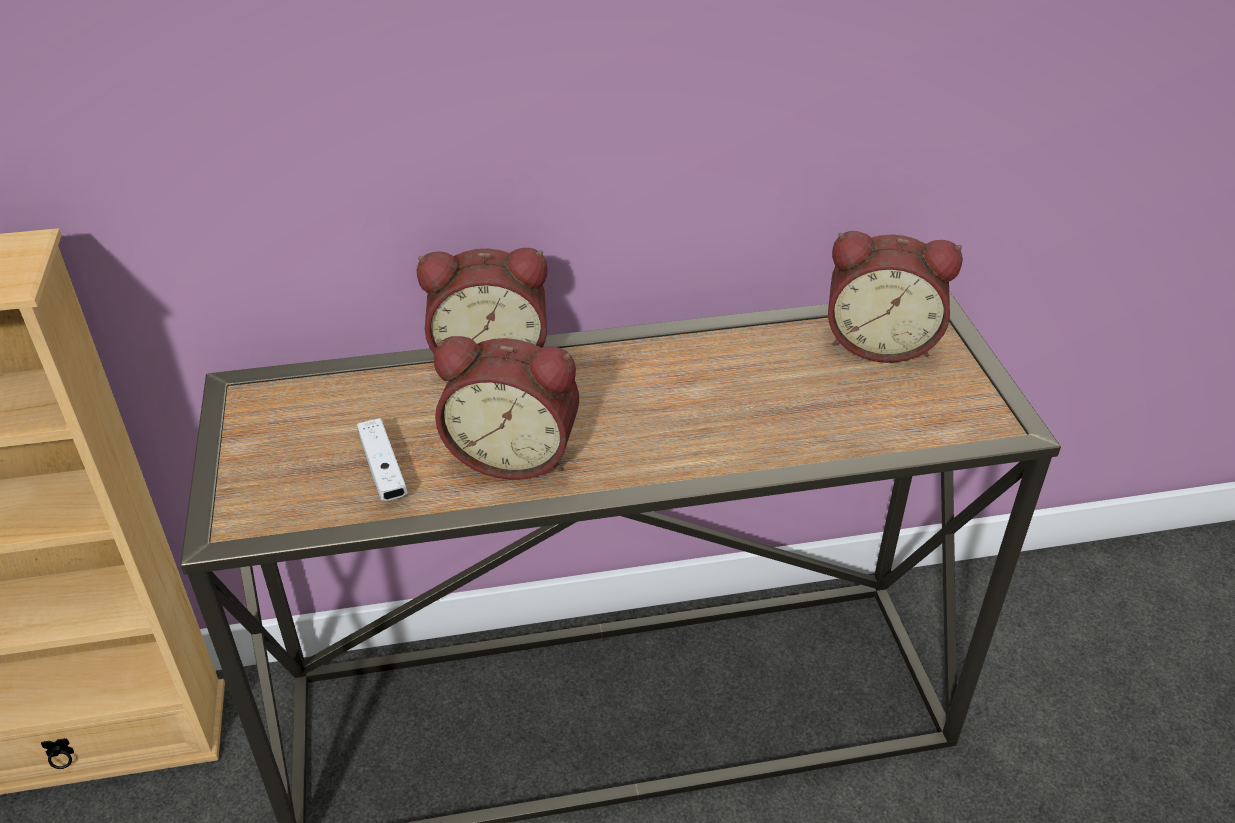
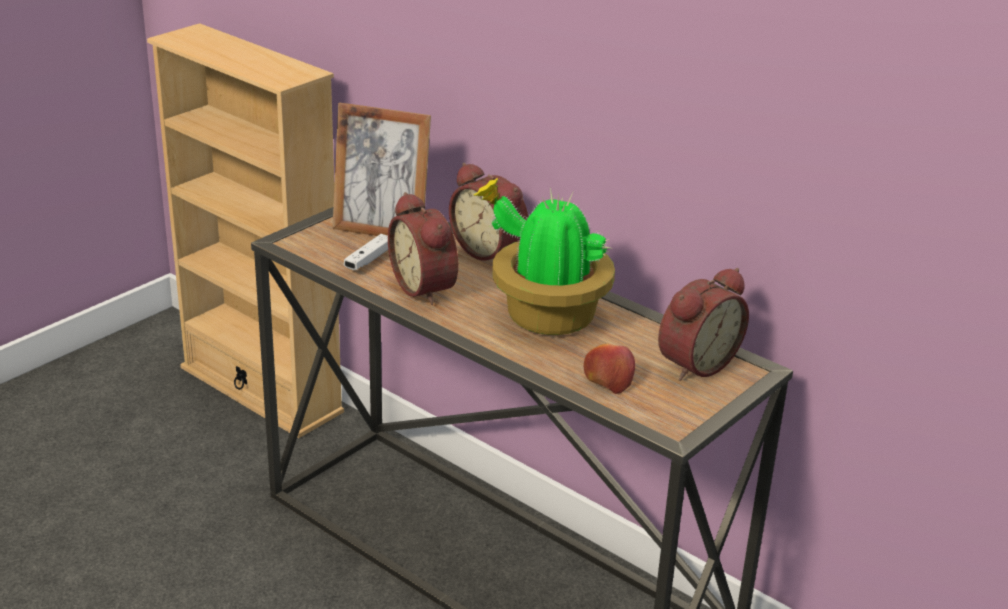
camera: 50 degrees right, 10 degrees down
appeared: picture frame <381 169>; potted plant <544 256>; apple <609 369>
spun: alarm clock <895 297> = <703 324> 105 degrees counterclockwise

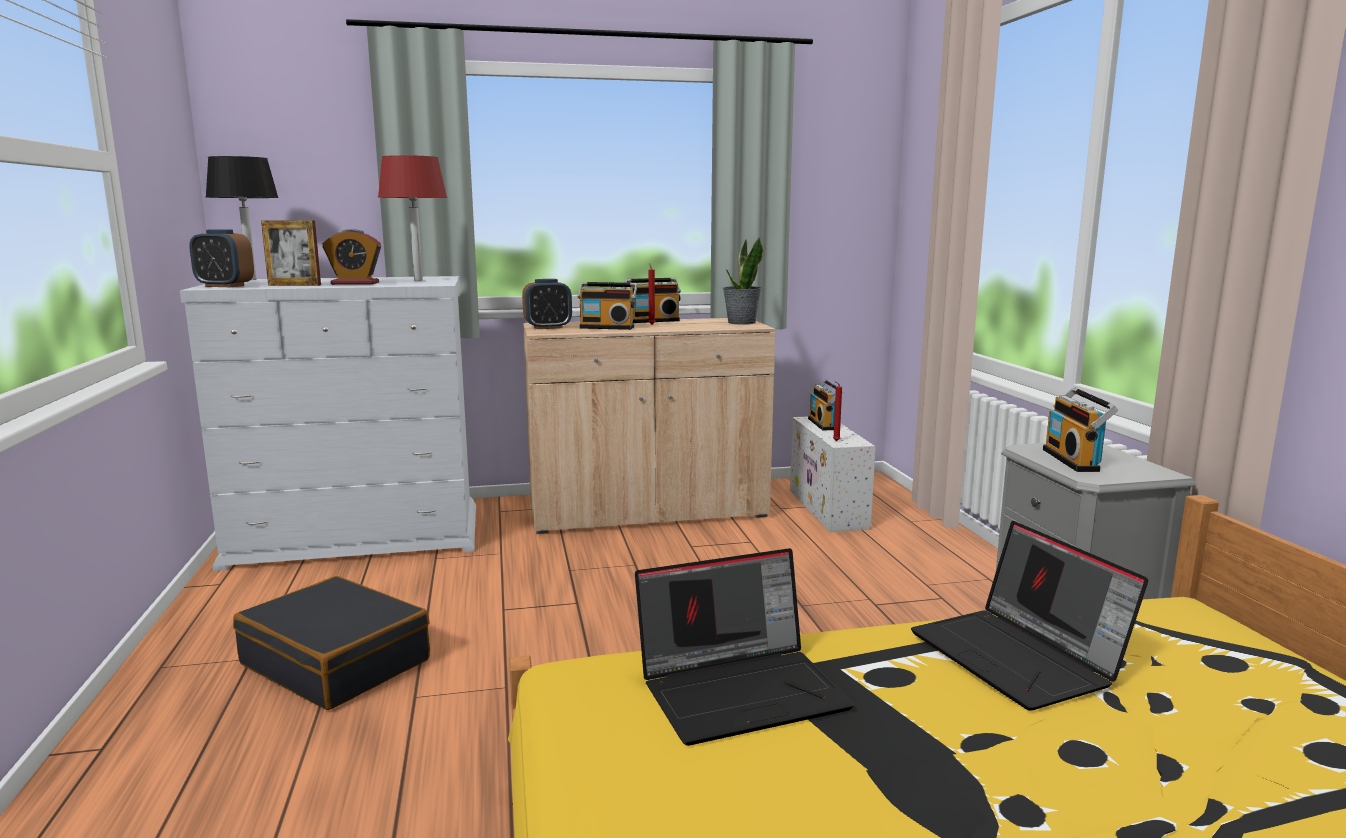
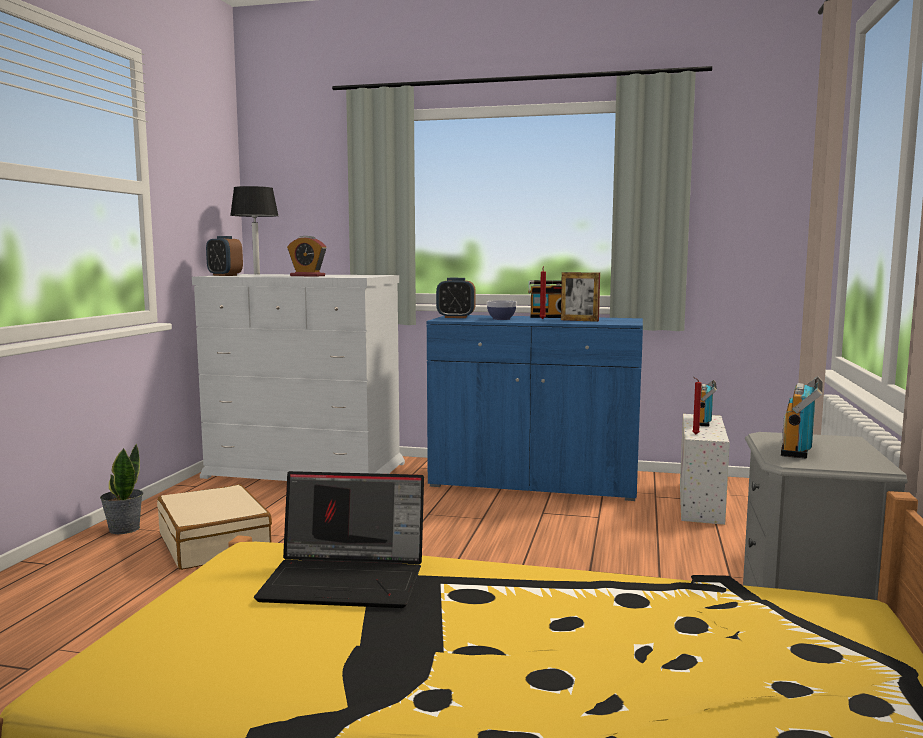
camera: 25 degrees right, 5 degrees down
missing: table lamp/red <412 218>; laptop <1029 616>
relocated: potted plant <743 281> to <121 489>; picture frame <291 253> to <580 297>
exchanged: radio <607 306> to bowl <502 310>
colour: suitcase/black <331 643> to suitcase/beige <214 527>; cabinet/beige <649 426> to cabinet/blue <535 408>

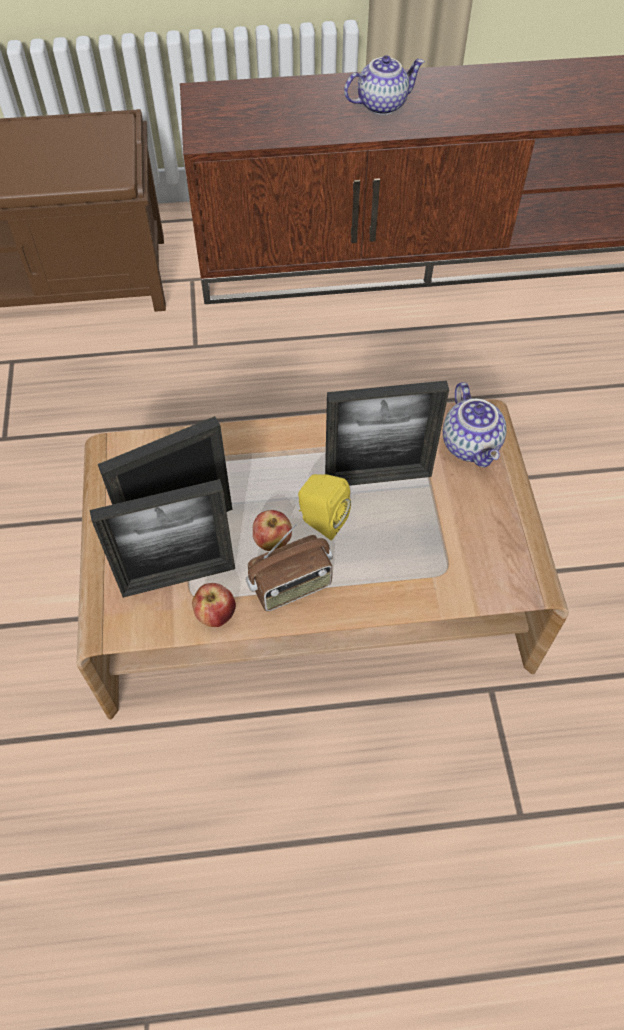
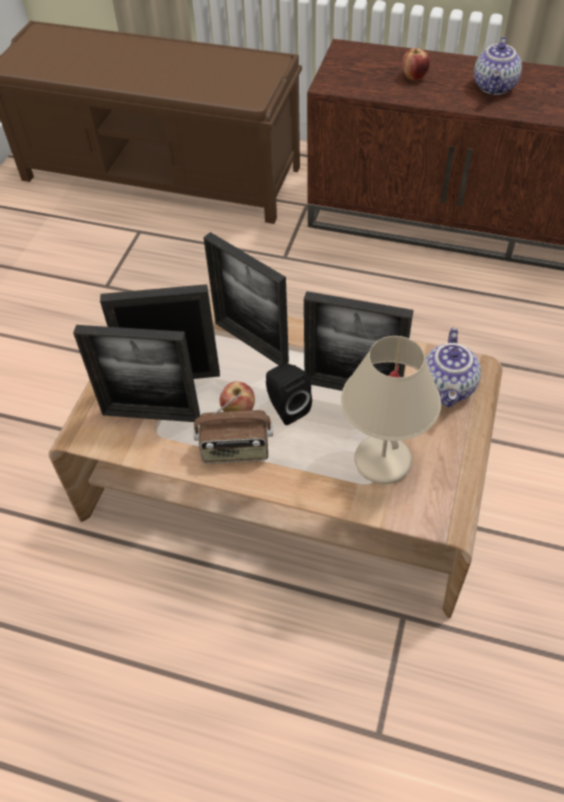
camera: 25 degrees right, 5 degrees down
appeared: picture frame <246 298>; table lamp/beige <391 410>
relocated: apple <214 605> to <416 64>
colour: speaker/yellow <324 507> to speaker/black <289 394>
spun: teapot <384 85> = <498 65> 105 degrees clockwise

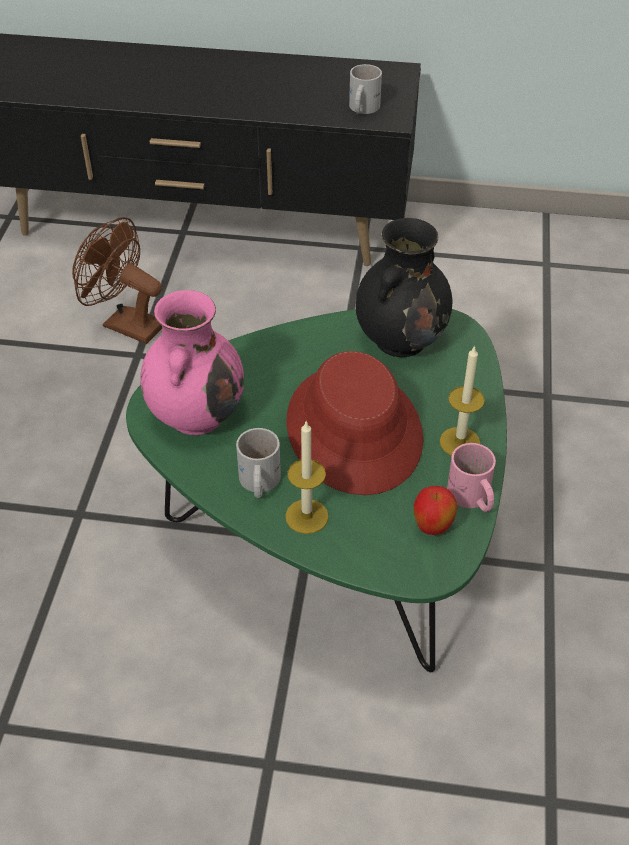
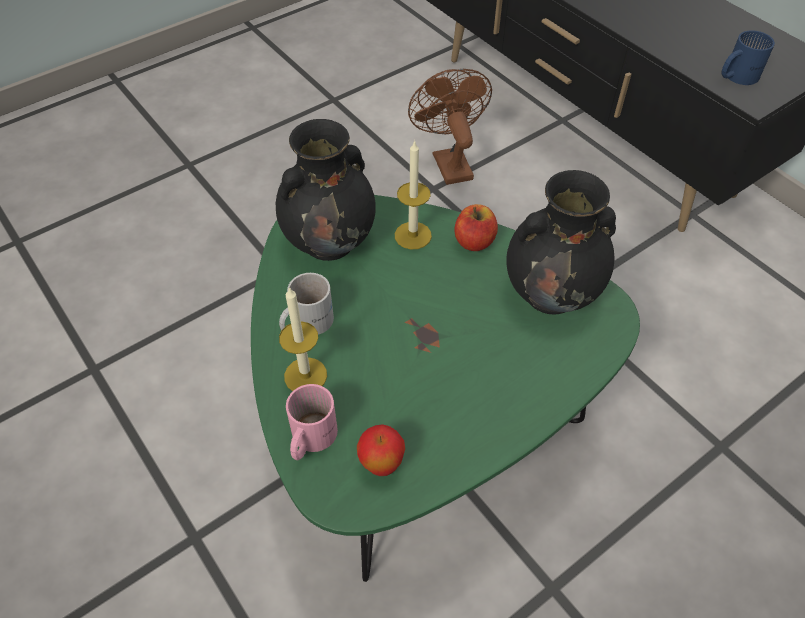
camera: 45 degrees right, 5 degrees up
missing: hat/red <355 423>
appeared: apple <476 227>
relocated: mug/pink <471 477> to <312 422>; candle <462 400> to <413 194>
colour: vase/pink <192 362> to vase/black <326 190>; mug/white <365 89> to mug/blue <748 57>

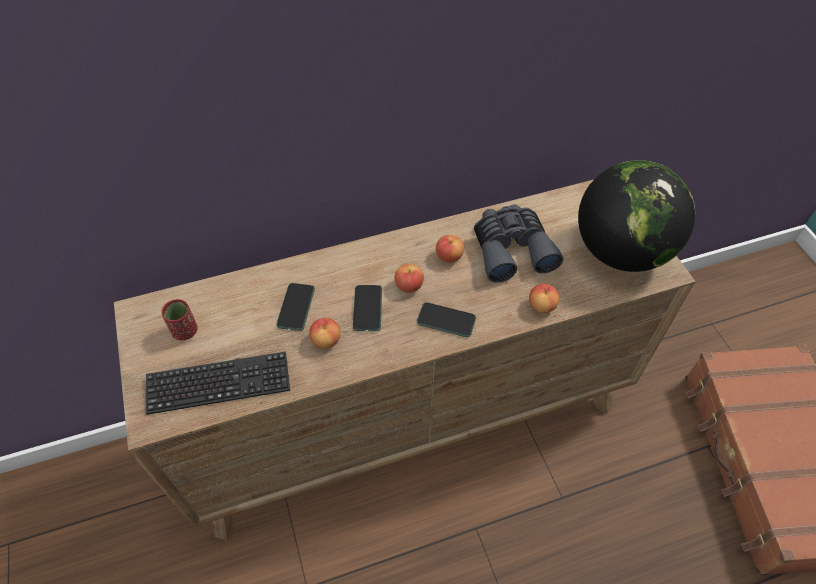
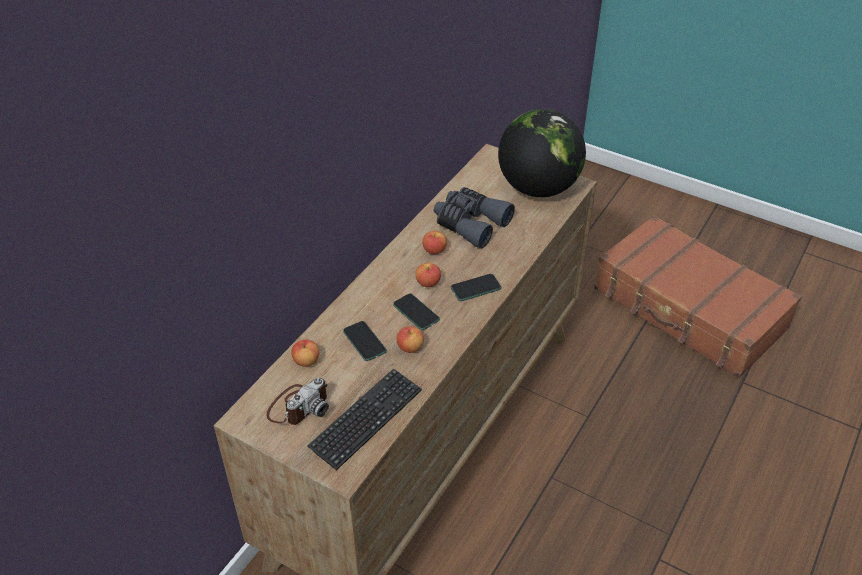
camera: 40 degrees left, 10 degrees down
relocated: apple <544 298> to <305 353>
exchanged: cup/red <180 319> to photo camera <297 401>

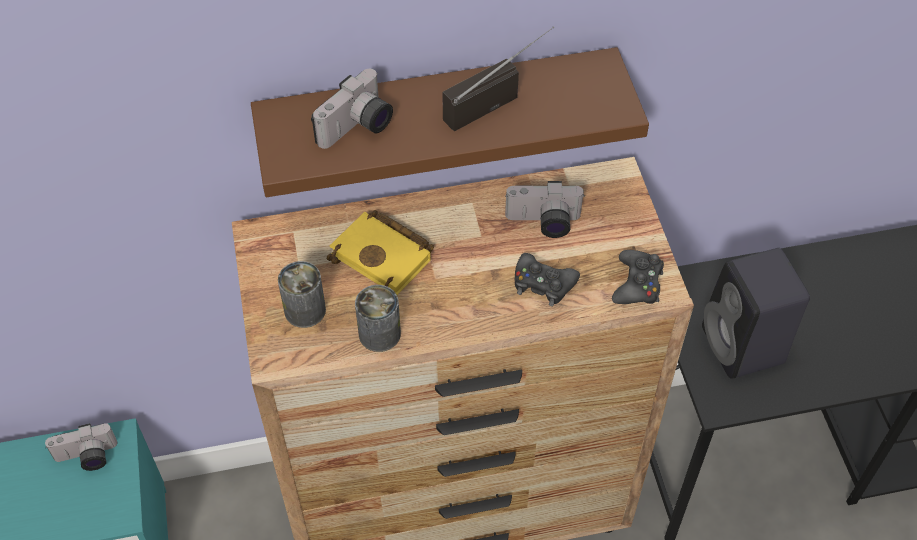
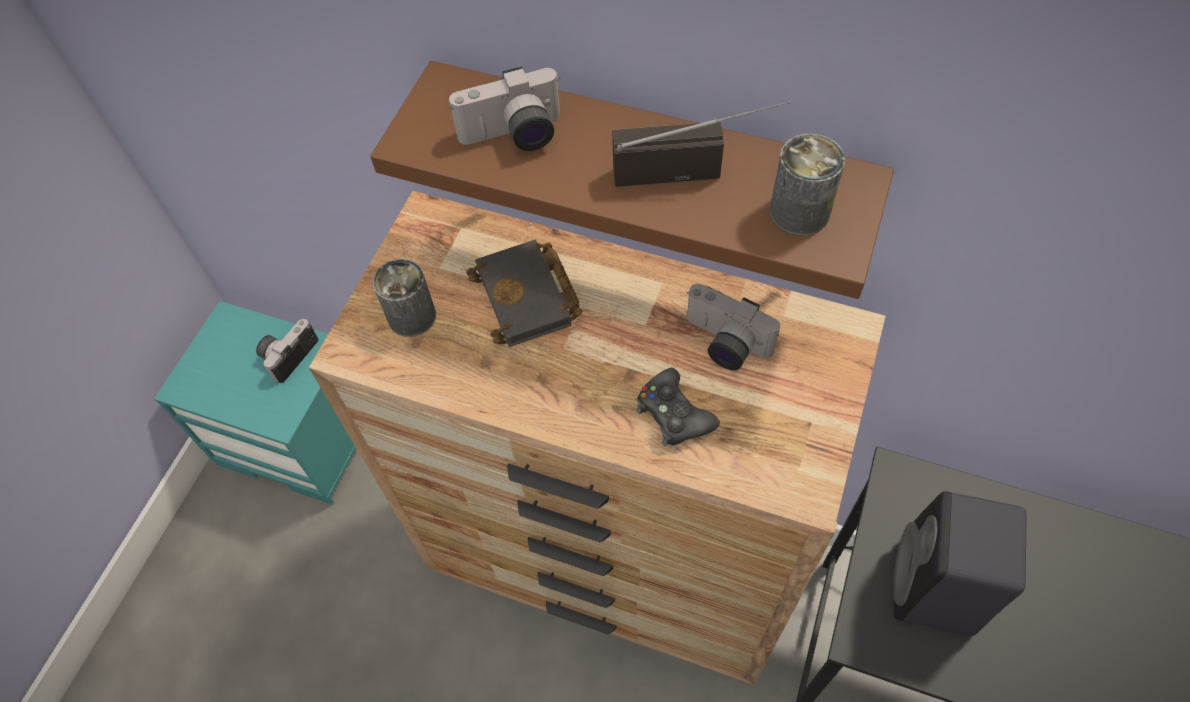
camera: 35 degrees right, 5 degrees up
missing: game controller/black <638 277>
relocated: can <378 318> to <807 185>
colour: book/yellow <380 252> to book/black <524 293>
spun: photo camera <81 447> = <287 351> 105 degrees clockwise

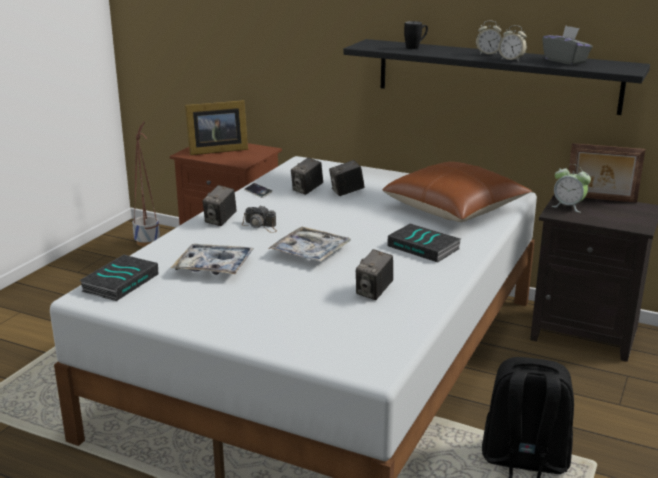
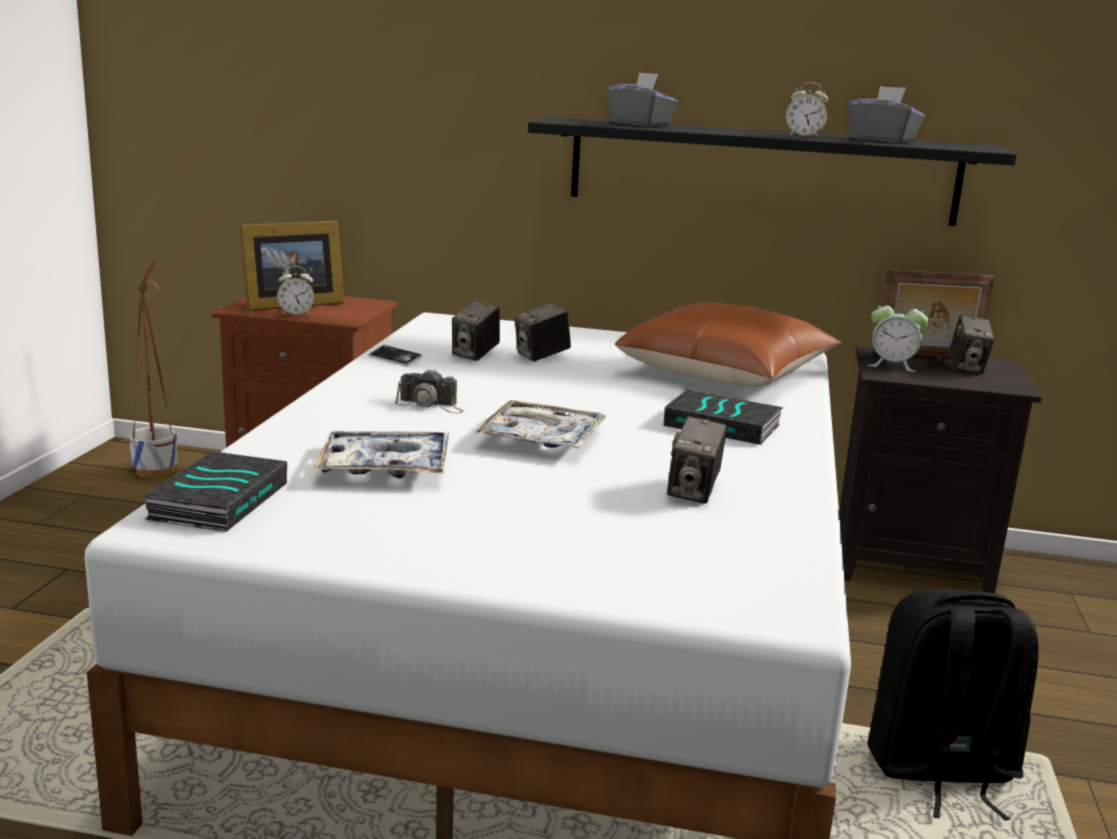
camera: 15 degrees left, 5 degrees down
relocated: alarm clock <489 38> to <295 291>; photo camera <220 205> to <971 344>
exchanged: mug/black <416 35> to tissue box/grey <642 99>

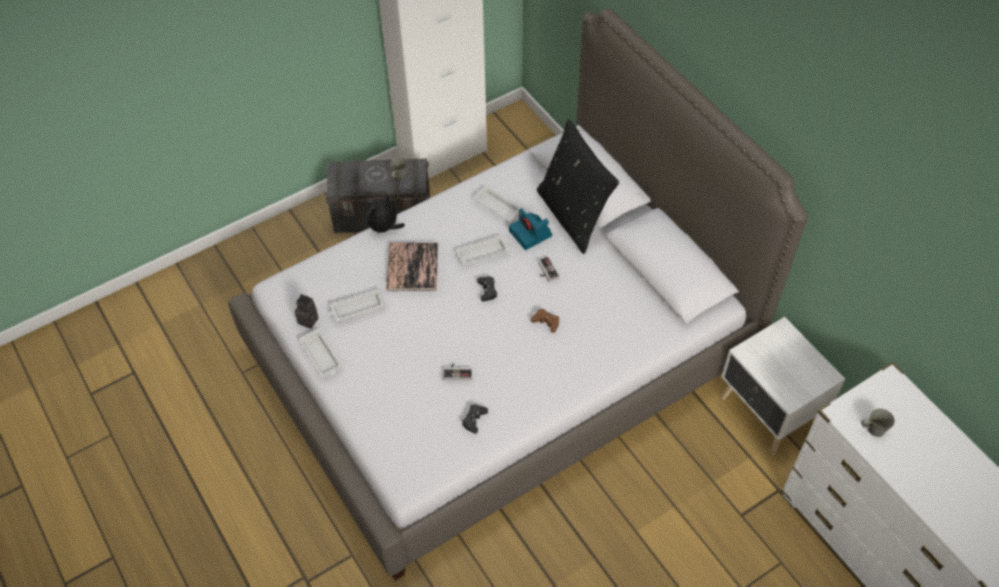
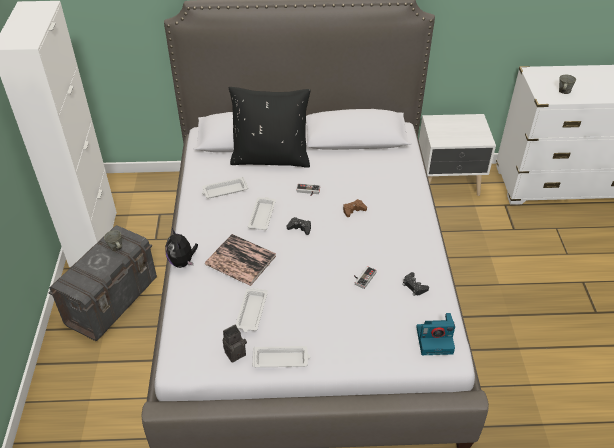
camera: 60 degrees left, 10 degrees down
relocated: photo camera <530 229> to <435 334>

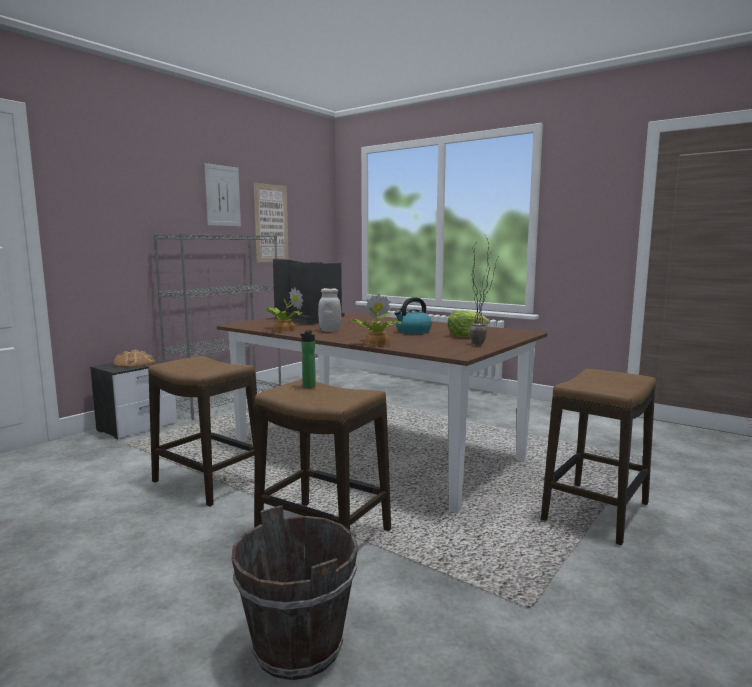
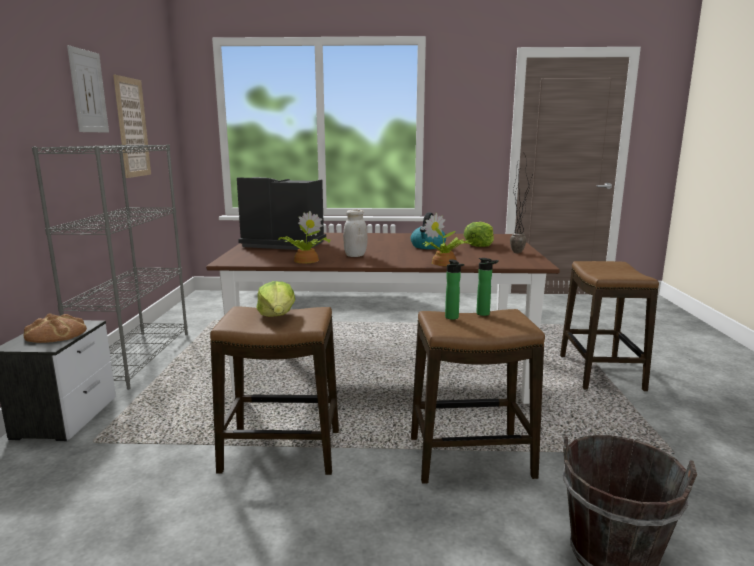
camera: 35 degrees left, 5 degrees up
appeared: lettuce <275 299>; bottle <487 287>

